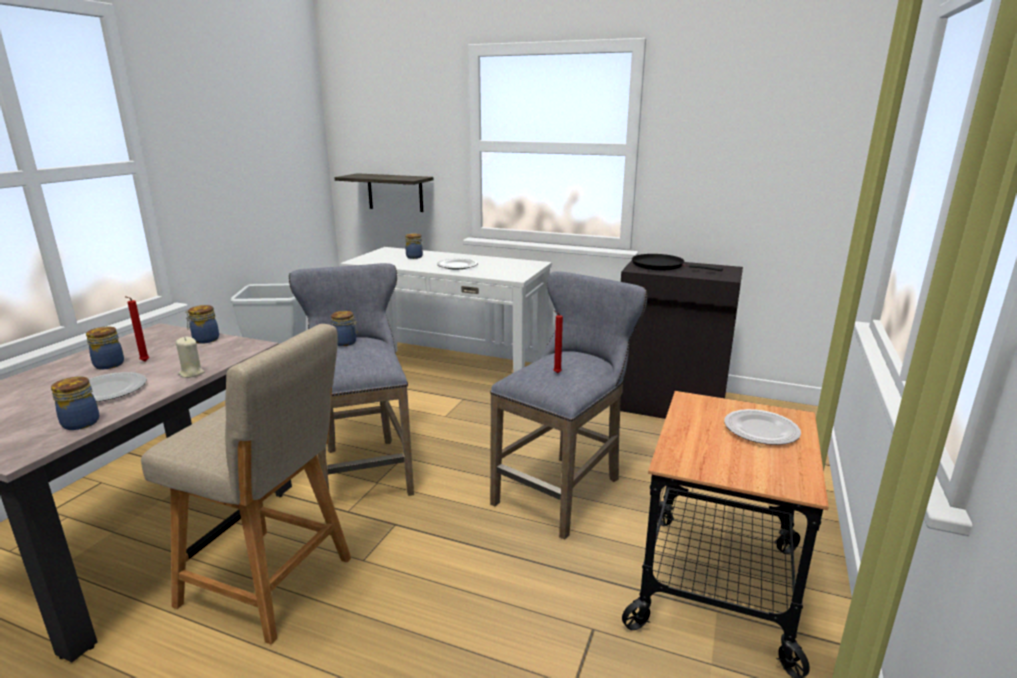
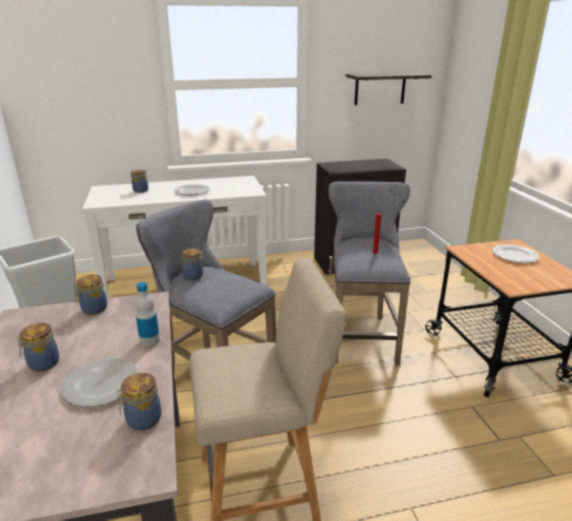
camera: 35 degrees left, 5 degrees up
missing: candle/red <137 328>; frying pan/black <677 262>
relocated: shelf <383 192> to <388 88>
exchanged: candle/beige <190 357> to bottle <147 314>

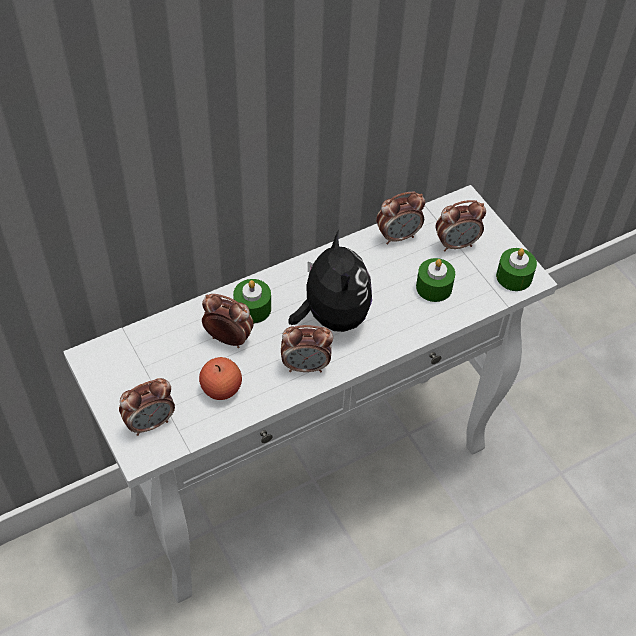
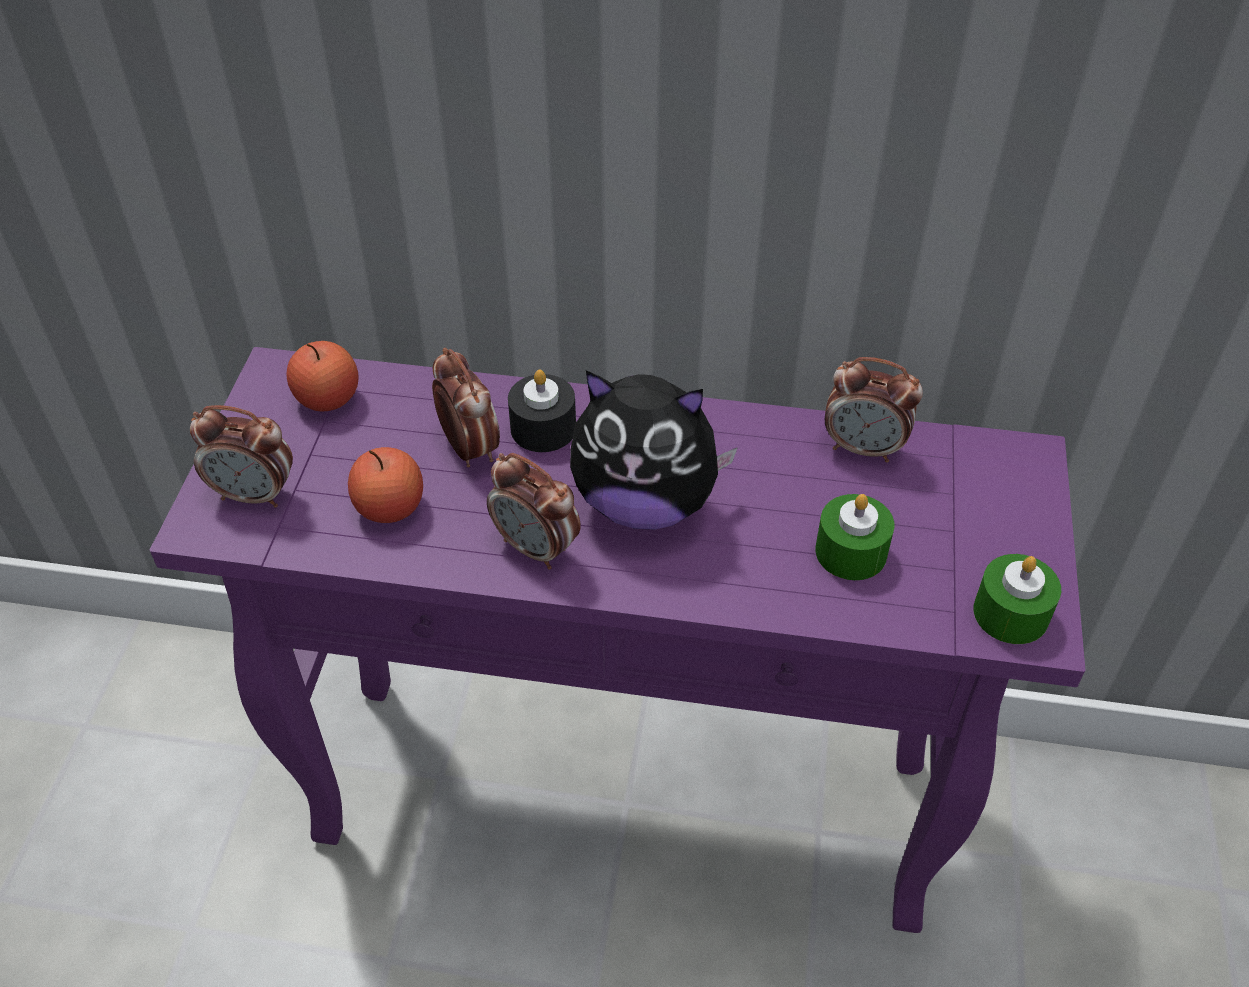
camera: 40 degrees right, 5 degrees down
missing: alarm clock <461 225>
appeared: apple <322 376>
colour: console table/white <310 394> to console table/purple <617 640>; candle/green <252 301> to candle/black <542 411>
spun: plush toy <330 281> = <654 450> 75 degrees clockwise

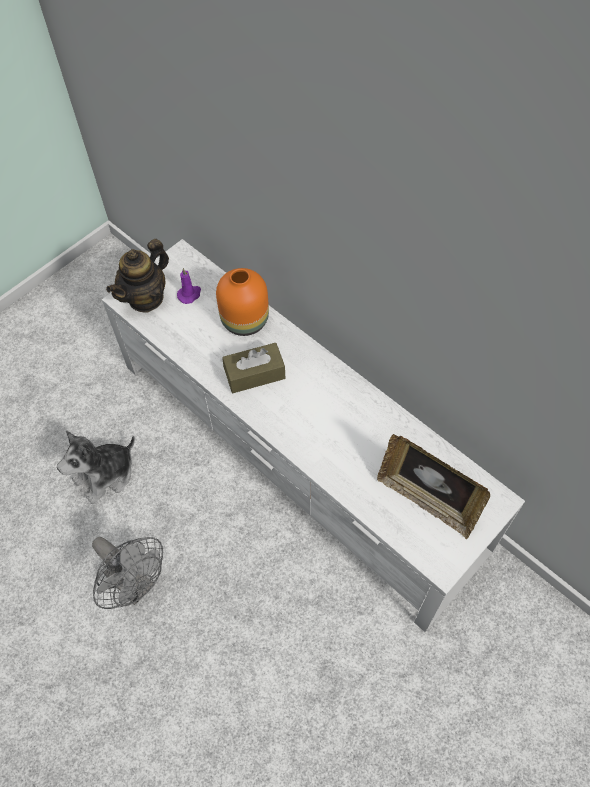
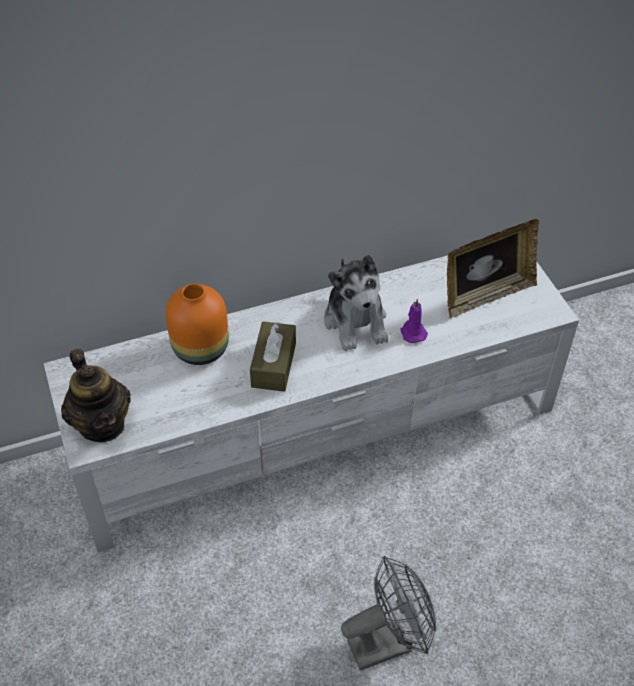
camera: 65 degrees left, 10 degrees down
relocated: plush toy <96 467> to <356 303>; candle/purple <189 286> to <414 321>

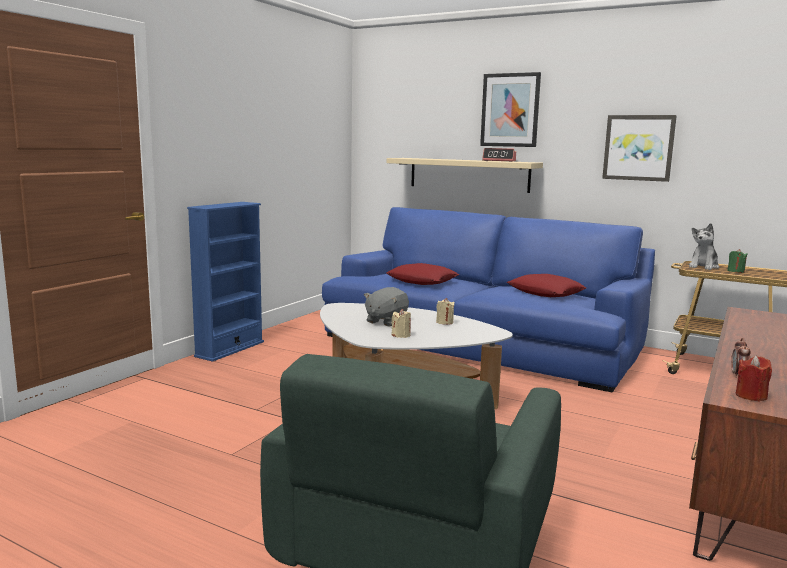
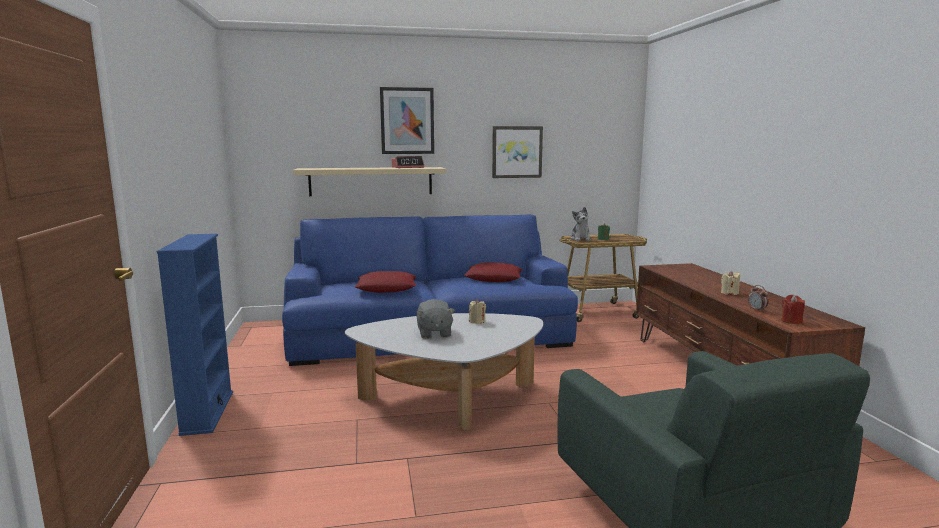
camera: 40 degrees left, 0 degrees up
relocated: candle/beige <401 323> to <730 283>

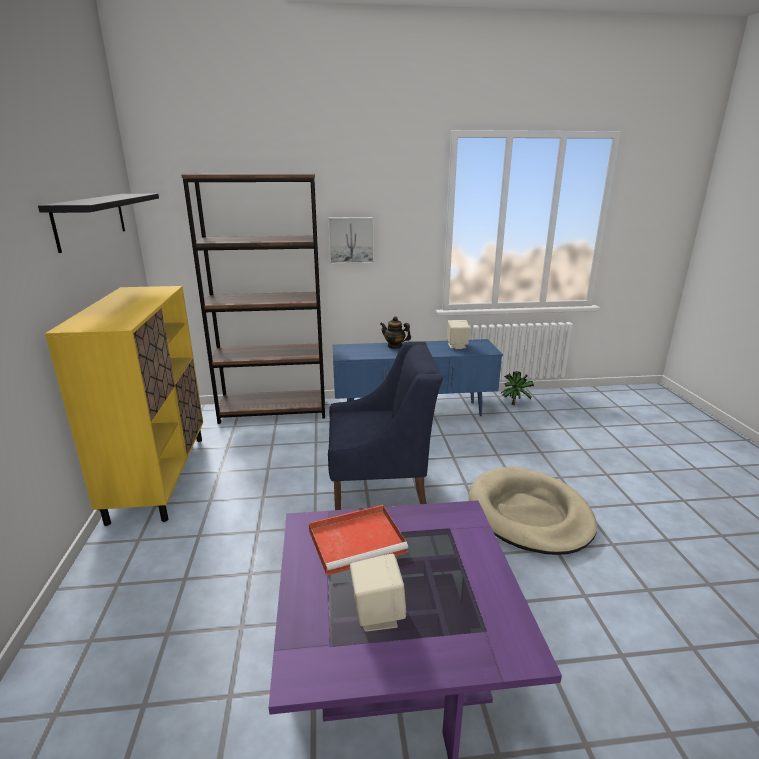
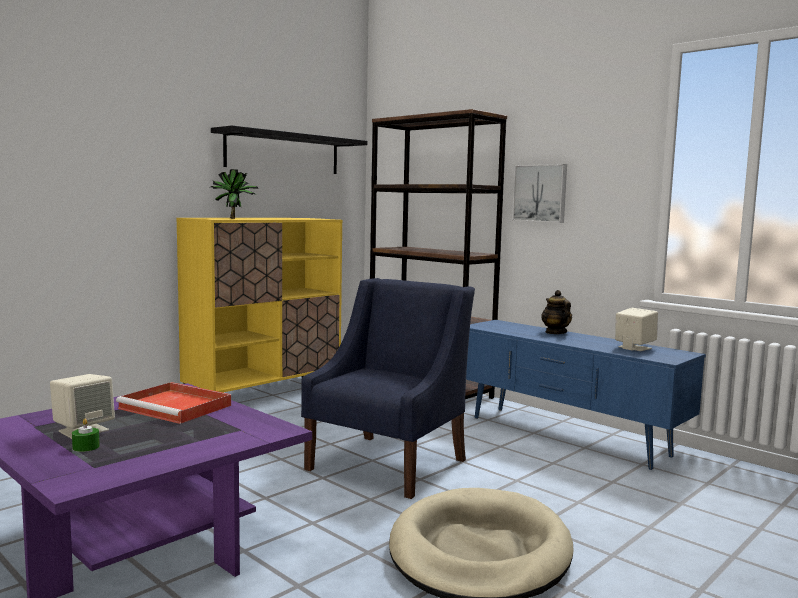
camera: 50 degrees right, 15 degrees down
appeared: candle/green <86 435>
relocated: potted plant <517 388> to <234 194>
spun: armchair/blue <385 425> = <388 388> 105 degrees counterclockwise

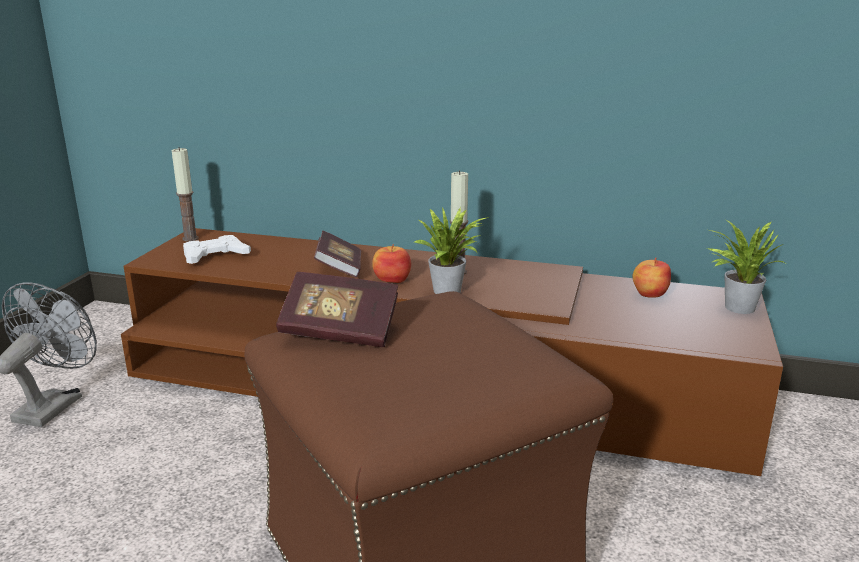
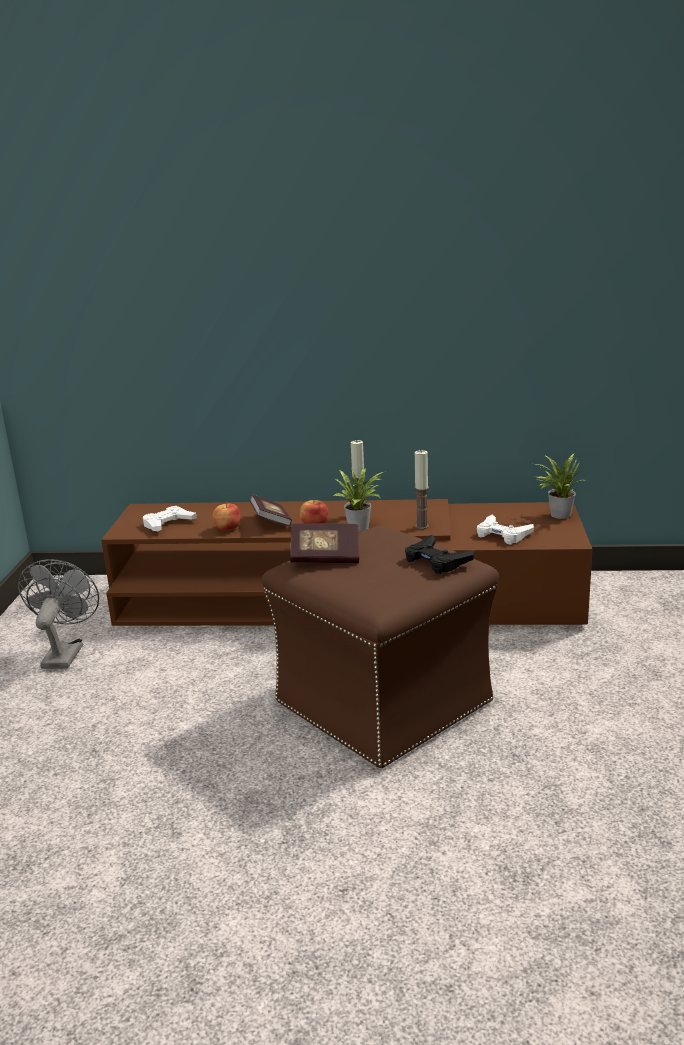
camera: 10 degrees left, 0 degrees up
appeared: game controller/black <439 554>; game controller/white <505 530>
relocated: apple <651 277> to <226 516>; candle <185 194> to <421 489>

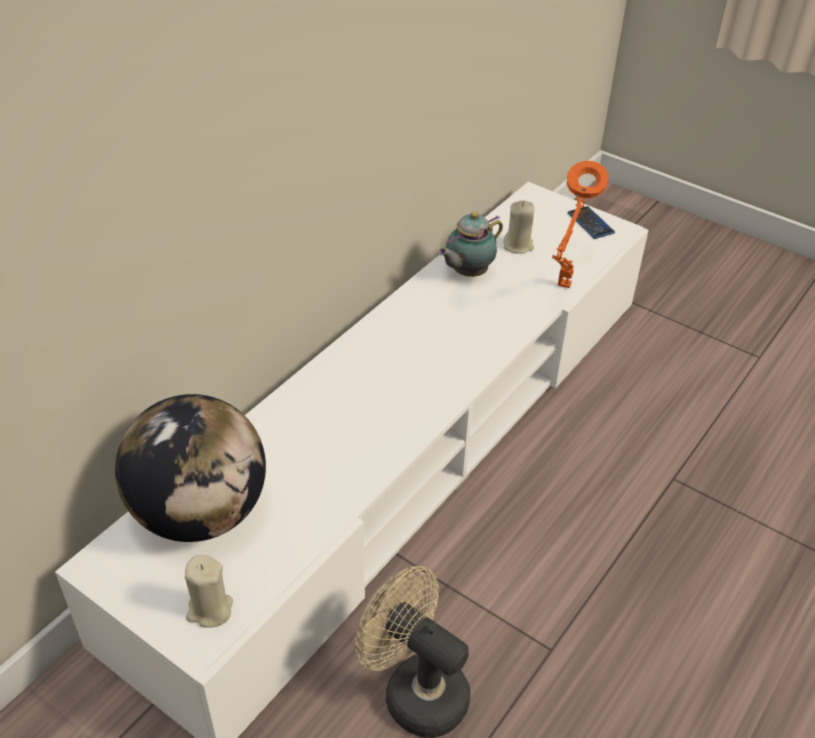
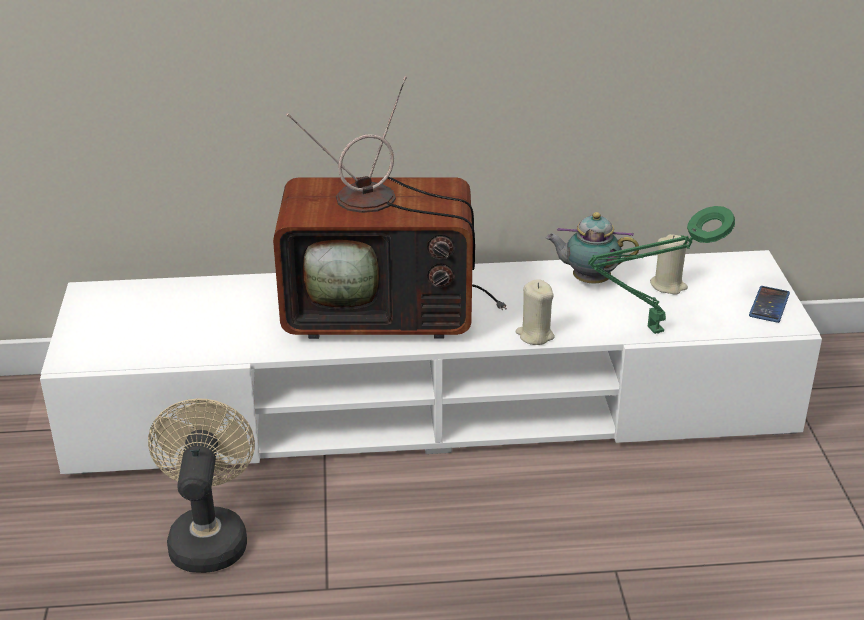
camera: 50 degrees right, 10 degrees down
missing: globe <190 468>
appeared: television <390 207>
relocated: candle/beige <209 591> to <535 312>
colour: table lamp/orange <580 224> to table lamp/green <661 270>

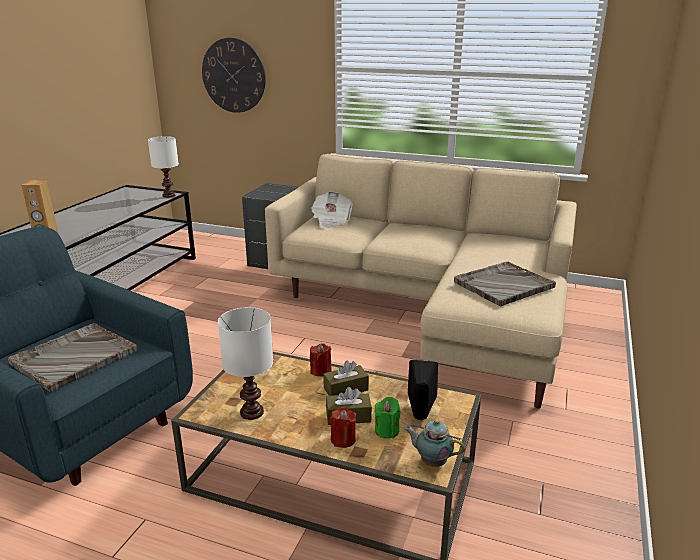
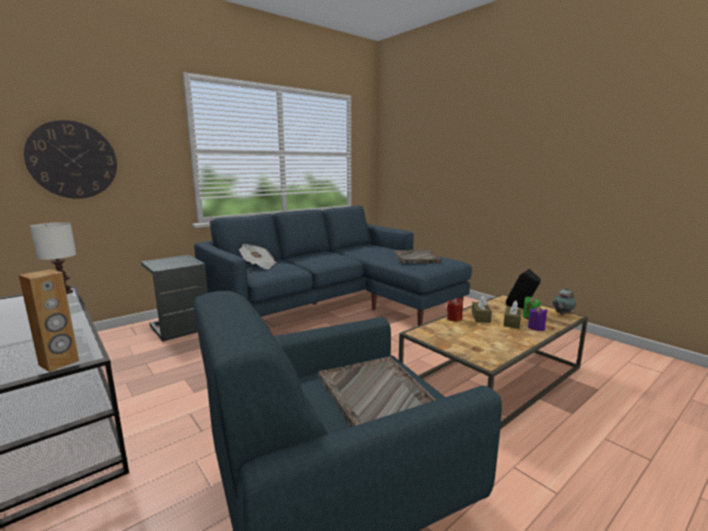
camera: 60 degrees left, 10 degrees down
missing: table lamp/white <245 363>
colour: sofa/beige <421 281> to sofa/blue <333 266>; candle/red <343 427> to candle/purple <537 318>

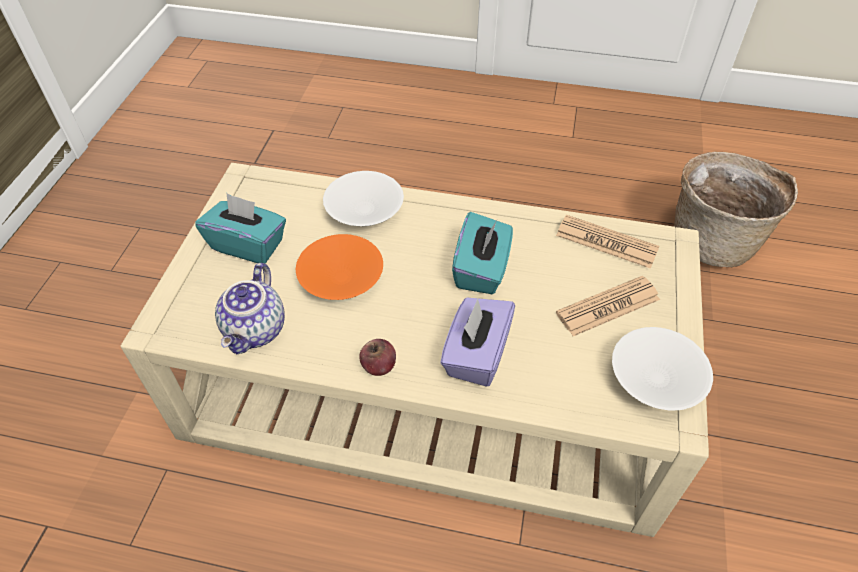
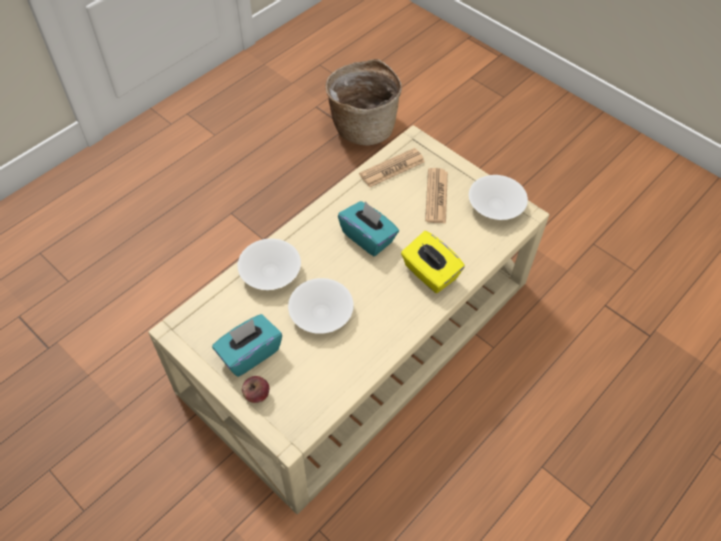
camera: 60 degrees left, 5 degrees up
missing: teapot <250 308>
relocated: apple <377 357> to <255 389>
colour: bowl/orange <339 267> to bowl/white <321 306>; tissue box/purple <477 342> to tissue box/yellow <433 262>

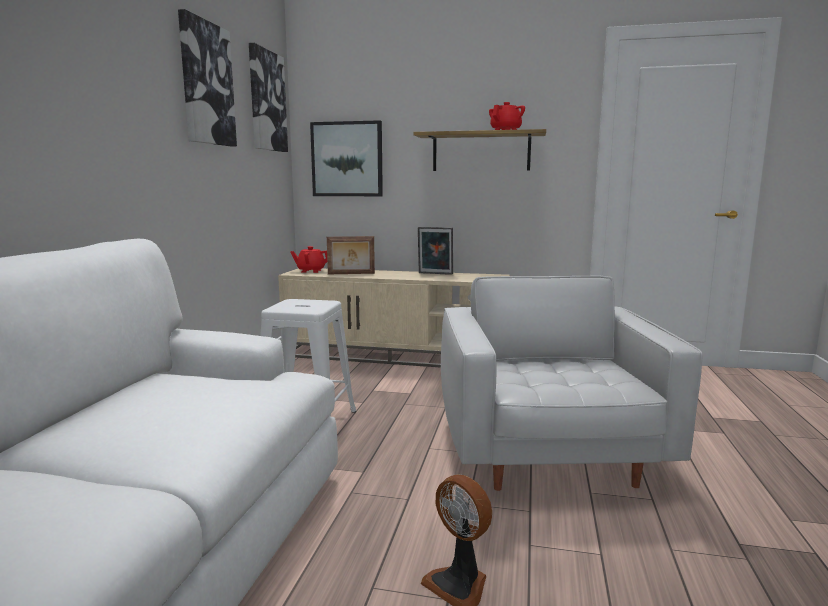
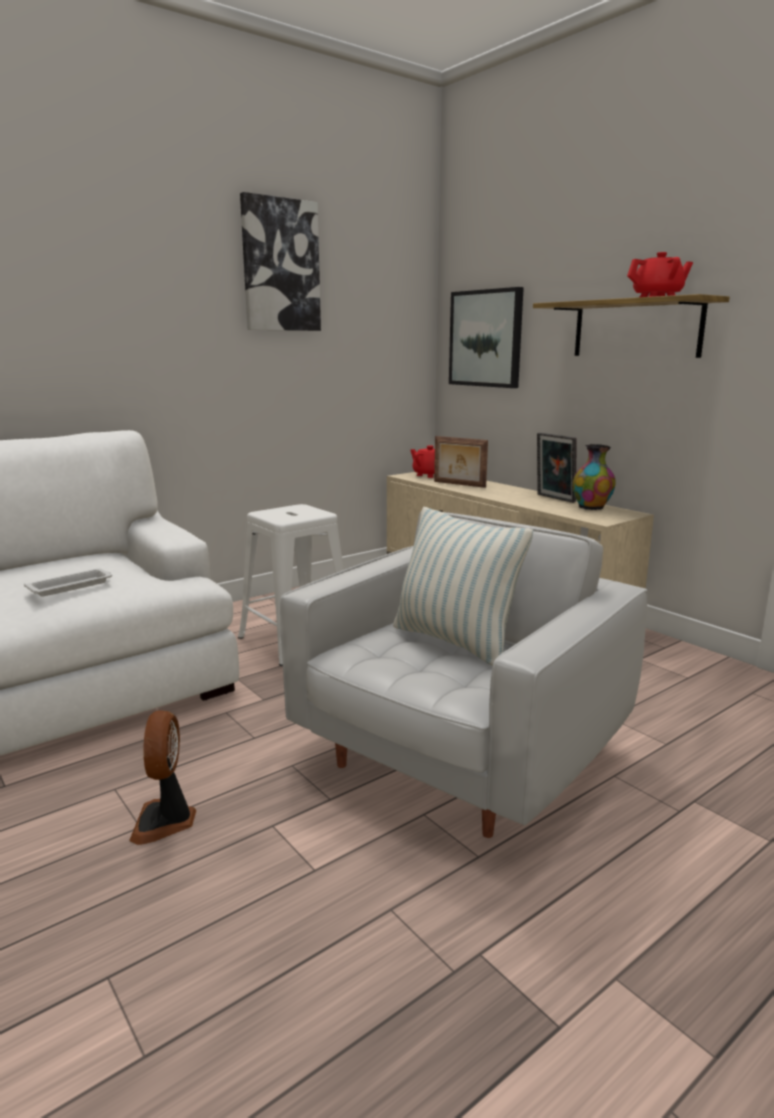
camera: 40 degrees right, 5 degrees up
missing: picture <268 97>
appeared: tray/white <68 582>; pillow <463 586>; vase <594 477>

